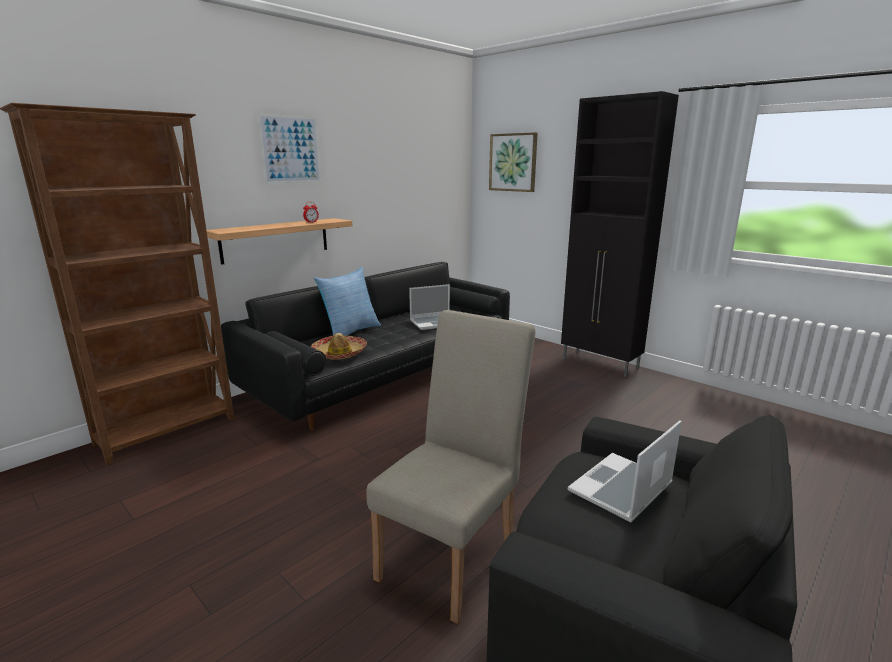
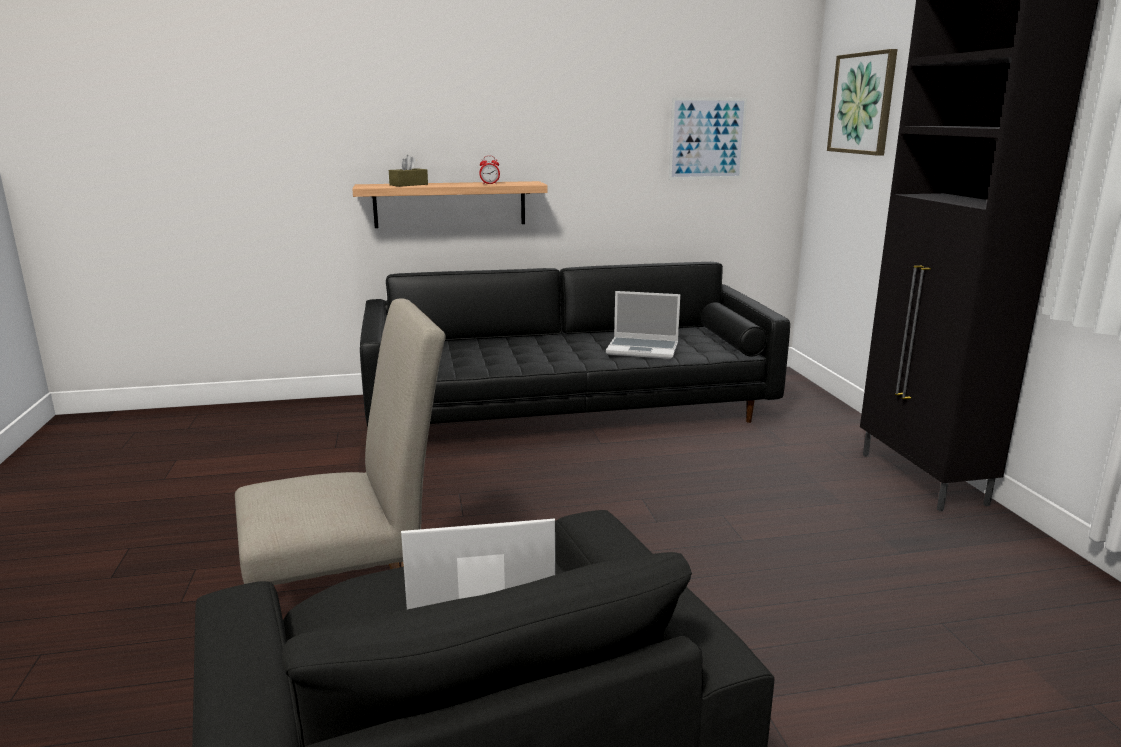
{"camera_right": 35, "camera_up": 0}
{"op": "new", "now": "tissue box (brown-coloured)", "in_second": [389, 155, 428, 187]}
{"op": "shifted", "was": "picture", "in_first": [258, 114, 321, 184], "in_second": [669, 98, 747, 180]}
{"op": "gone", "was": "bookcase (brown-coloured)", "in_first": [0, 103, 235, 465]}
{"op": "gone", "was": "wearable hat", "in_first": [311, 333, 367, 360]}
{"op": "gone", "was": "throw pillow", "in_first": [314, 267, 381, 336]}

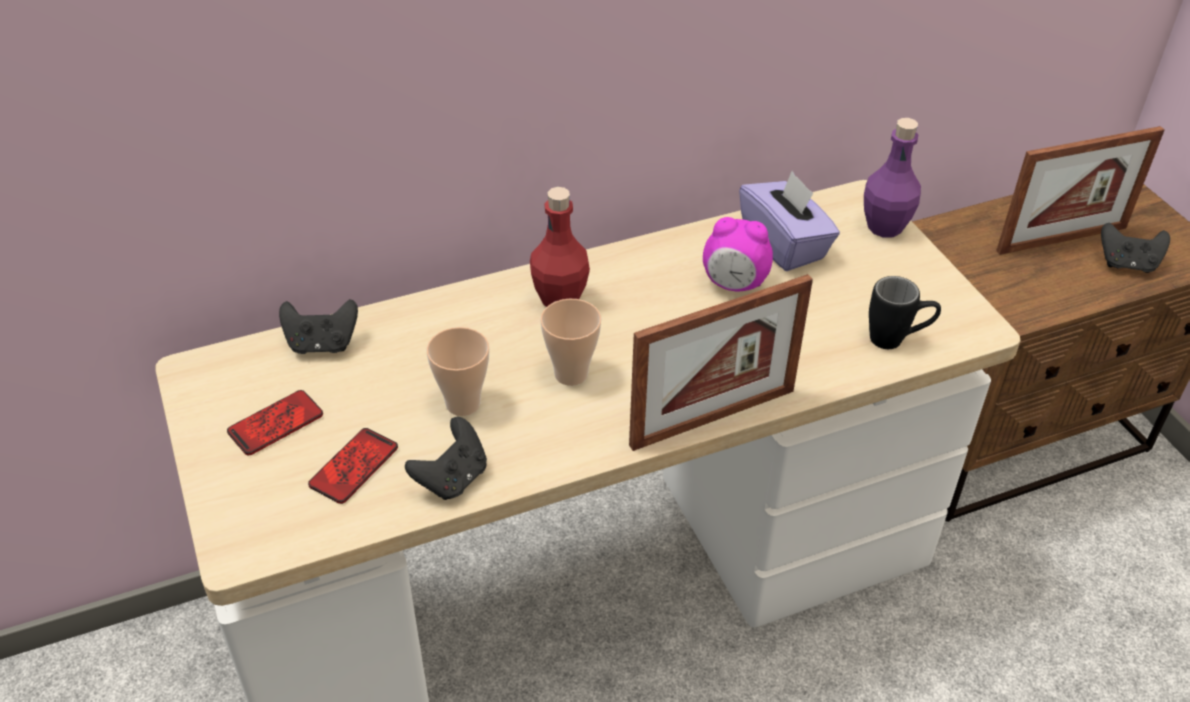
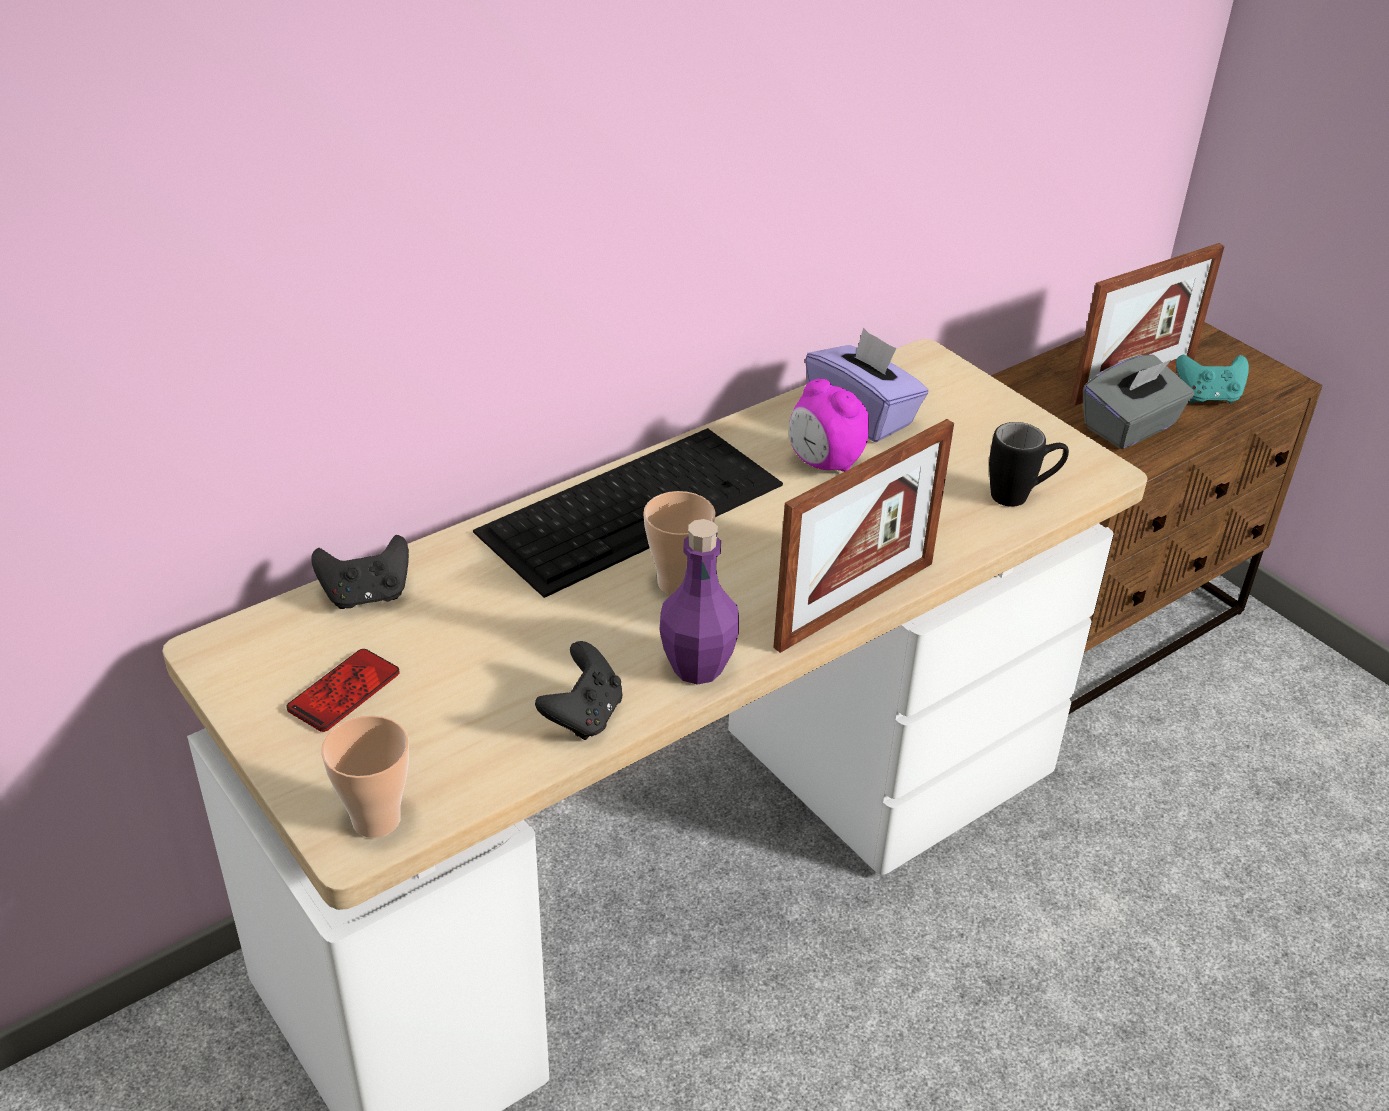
{"camera_right": -15, "camera_up": -5}
{"op": "shifted", "was": "small cup", "in_first": [426, 327, 489, 416], "in_second": [321, 715, 409, 838]}
{"op": "swapped", "was": "bottle (reddish)", "now": "computer keyboard", "in_first": [530, 187, 590, 307], "in_second": [473, 428, 783, 598]}
{"op": "shifted", "was": "bottle (purplish)", "in_first": [864, 118, 921, 238], "in_second": [660, 519, 739, 685]}
{"op": "rotated", "was": "table clock", "in_first": [703, 217, 773, 291], "in_second": [789, 379, 869, 472], "clockwise": 45}
{"op": "new", "now": "tissue box (greyish)", "in_second": [1083, 355, 1194, 449]}
{"op": "repainted", "was": "game controller (blackish)", "now": "game controller (turquoise-coloured)", "in_first": [1101, 223, 1170, 273], "in_second": [1176, 354, 1249, 403]}
{"op": "gone", "was": "handset", "in_first": [308, 428, 398, 504]}

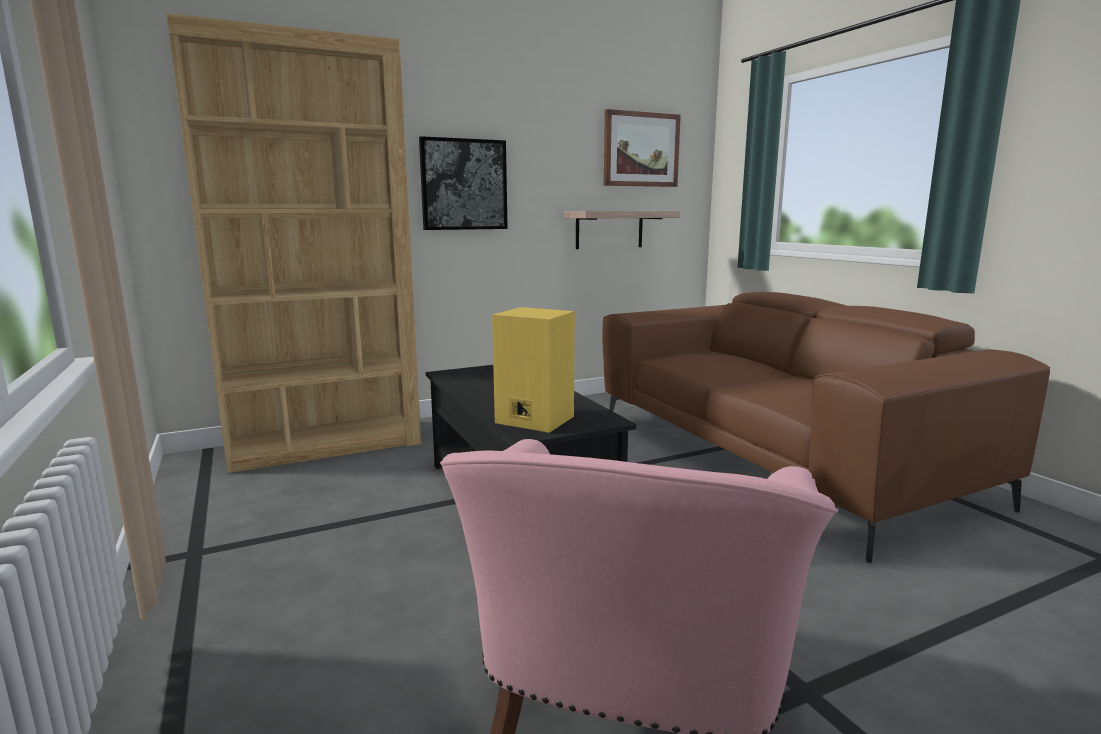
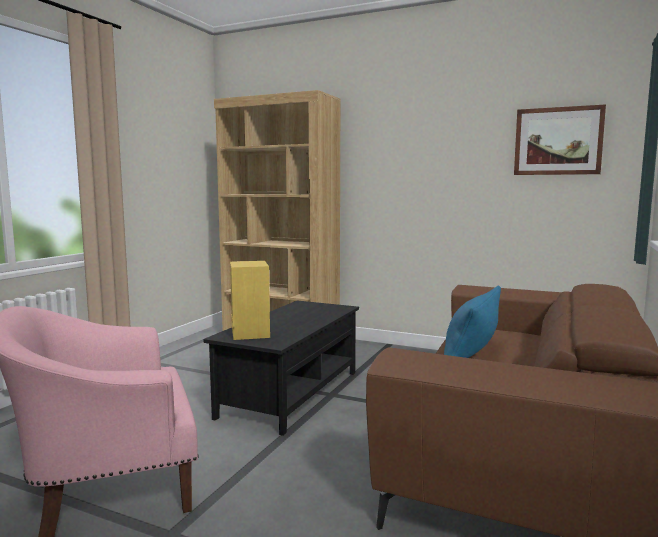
{"camera_right": 50, "camera_up": -5}
{"op": "new", "now": "throw pillow (blue)", "in_second": [444, 286, 501, 358]}
{"op": "gone", "was": "picture", "in_first": [419, 136, 508, 230]}
{"op": "gone", "was": "bracket shelf", "in_first": [563, 211, 680, 249]}

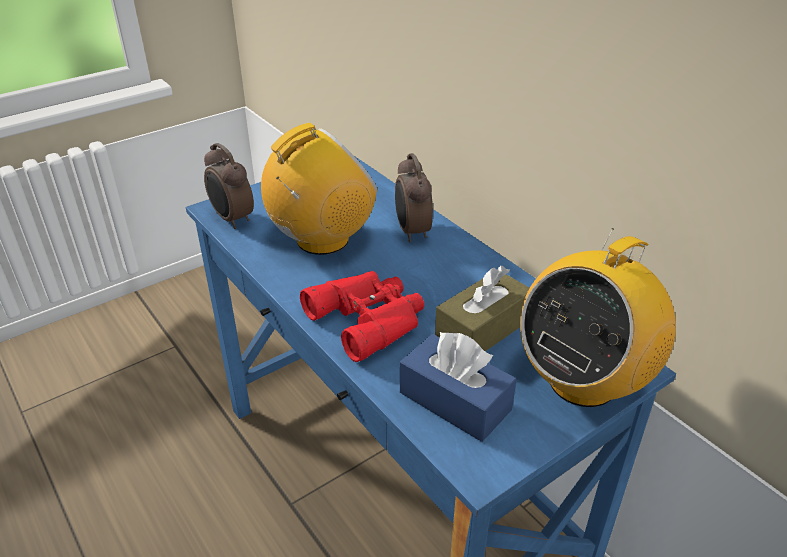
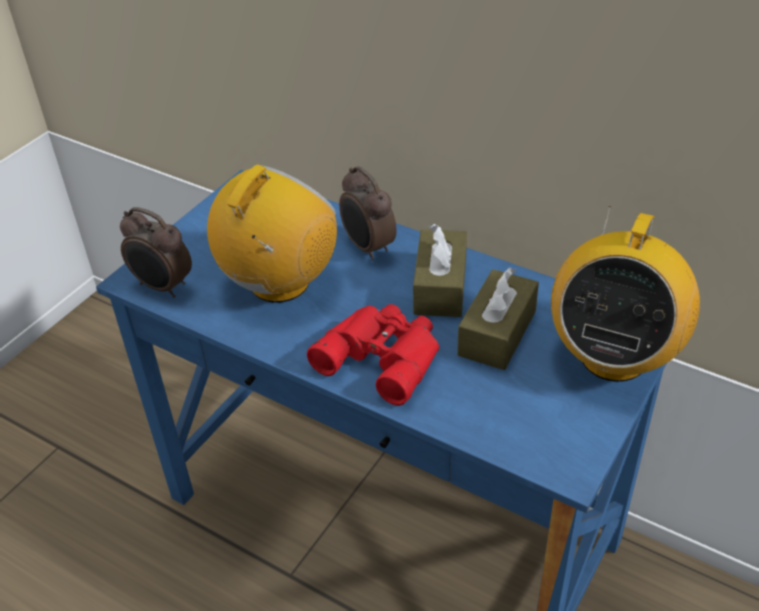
{"camera_right": -20, "camera_up": 5}
{"op": "new", "now": "tissue box (brown-coloured)", "in_second": [413, 224, 467, 317]}
{"op": "gone", "was": "tissue box (blue)", "in_first": [400, 332, 517, 442]}

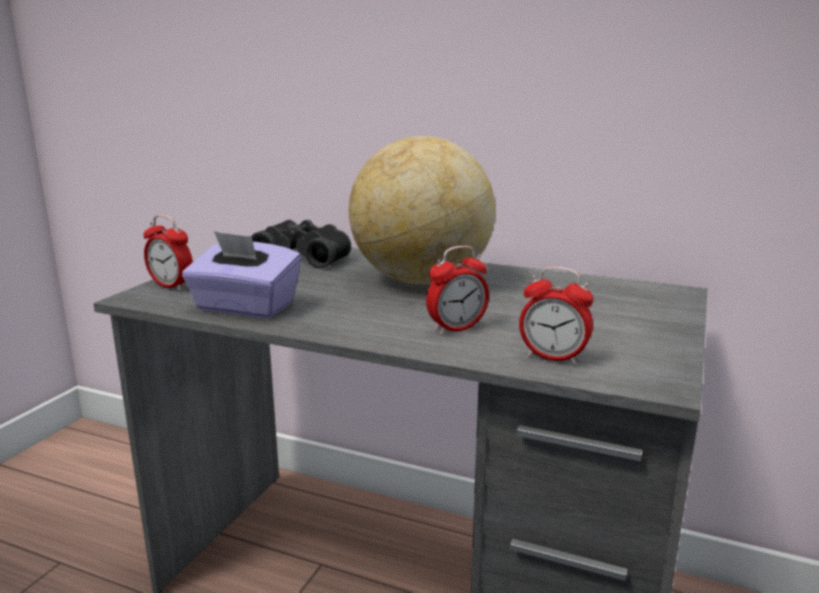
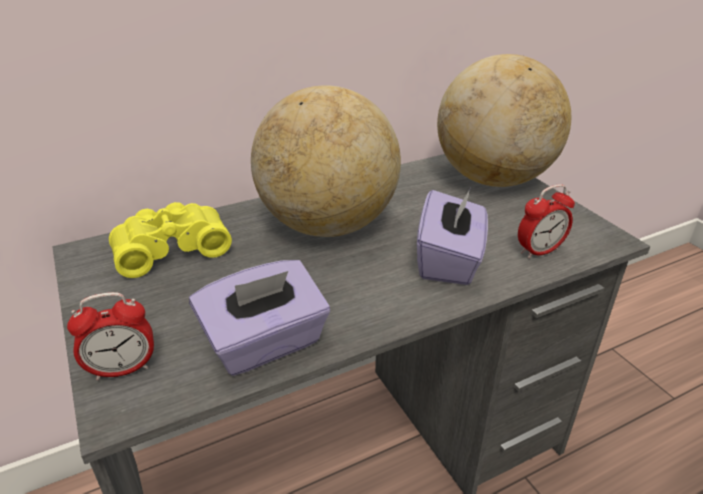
{"camera_right": -50, "camera_up": 15}
{"op": "repainted", "was": "pair of binoculars (blackish)", "now": "pair of binoculars (yellow-coloured)", "in_first": [252, 220, 351, 268], "in_second": [109, 202, 232, 278]}
{"op": "swapped", "was": "table clock", "now": "tissue box (purplish)", "in_first": [426, 246, 489, 335], "in_second": [417, 189, 488, 285]}
{"op": "new", "now": "world globe", "in_second": [437, 54, 571, 187]}

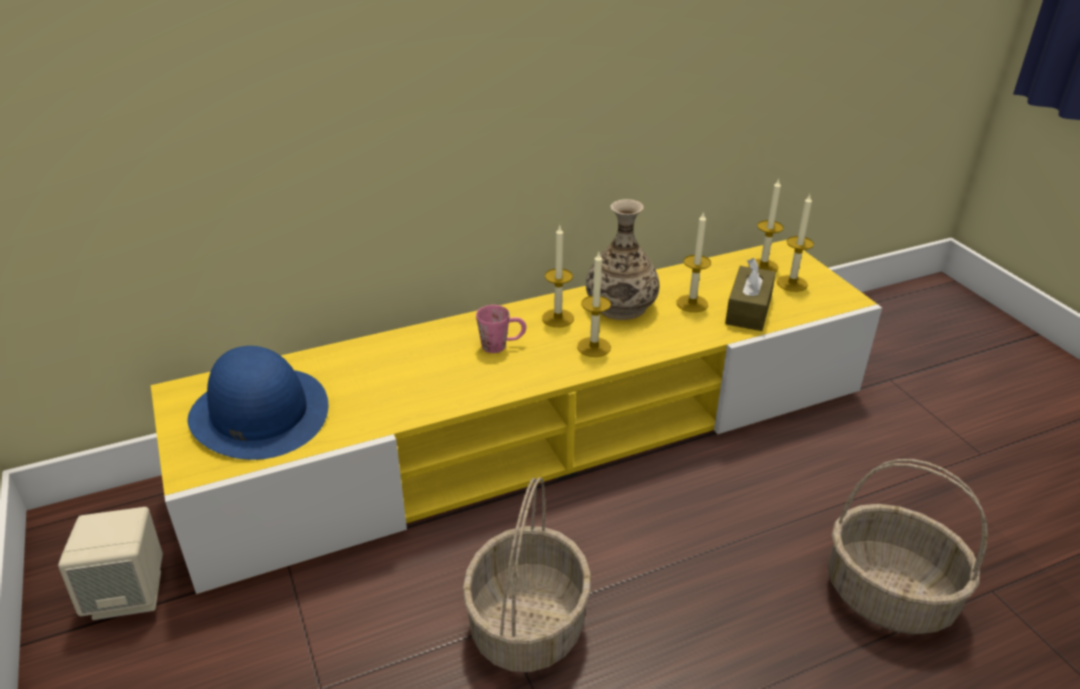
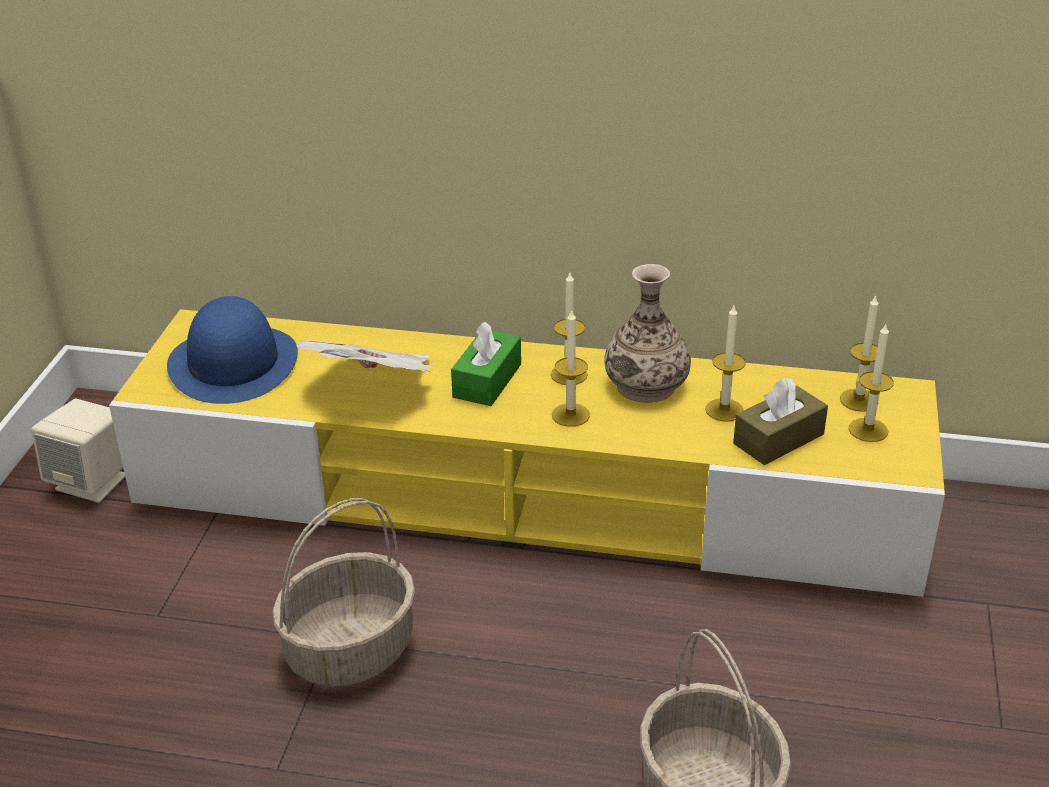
{"camera_right": 35, "camera_up": 0}
{"op": "new", "now": "daily paper", "in_second": [296, 340, 433, 372]}
{"op": "swapped", "was": "mug (pinkish)", "now": "tissue box (green-coloured)", "in_first": [476, 305, 526, 353], "in_second": [451, 322, 521, 406]}

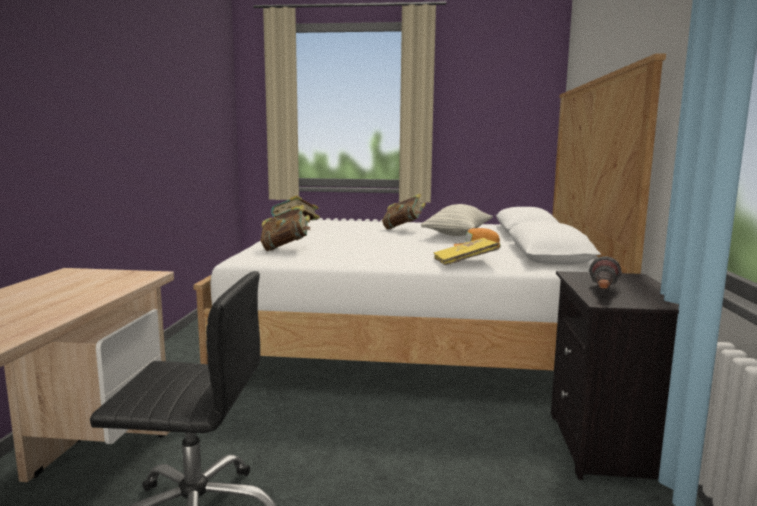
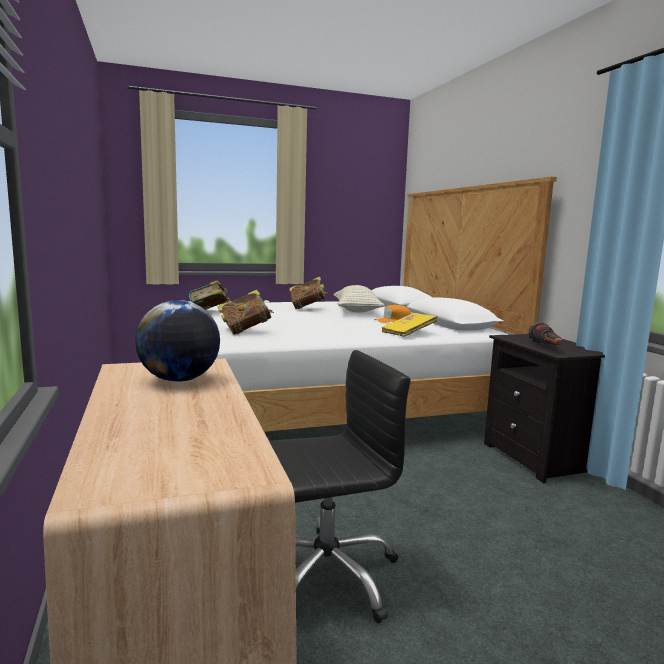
{"camera_right": -25, "camera_up": 0}
{"op": "new", "now": "world globe", "in_second": [135, 300, 220, 382]}

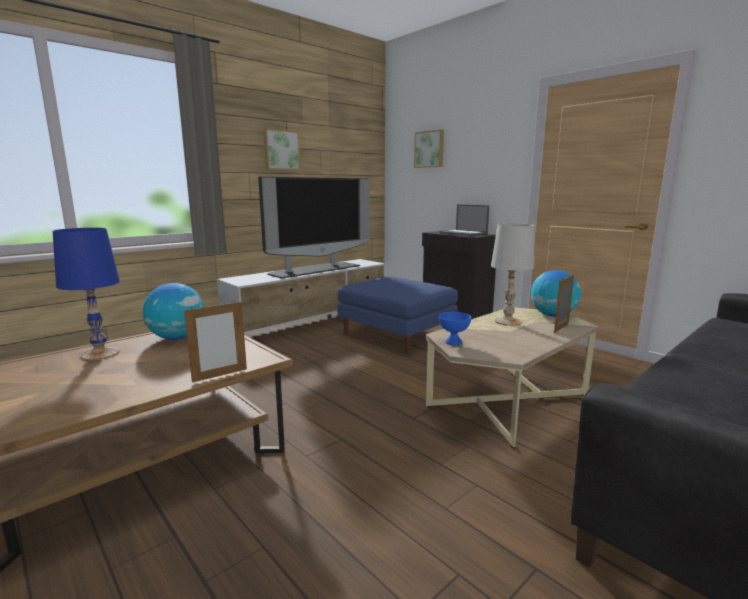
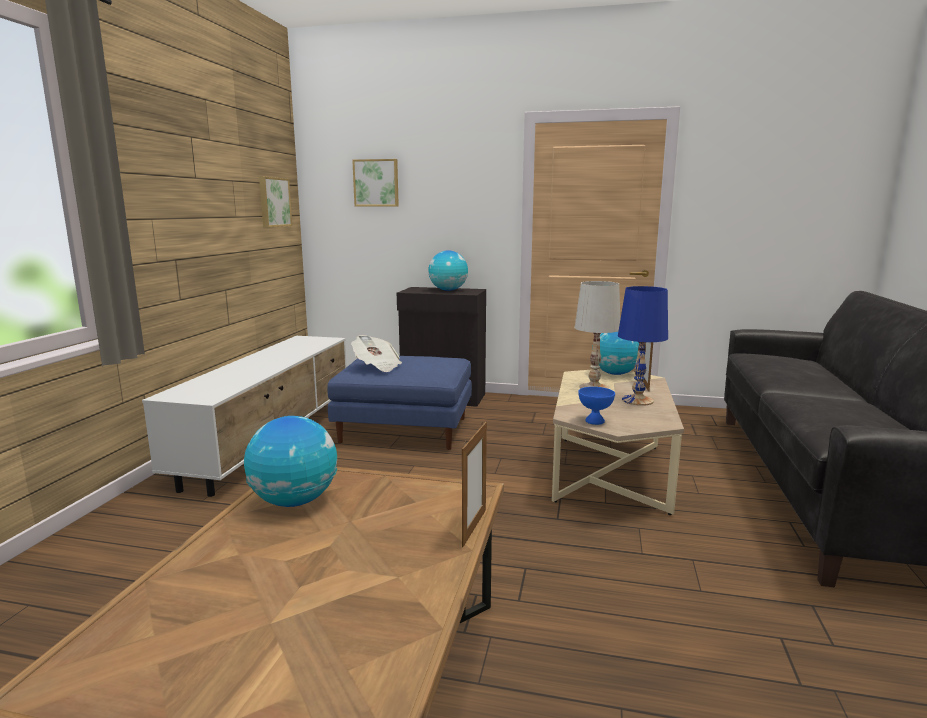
{"camera_right": -35, "camera_up": 0}
{"op": "shifted", "was": "picture", "in_first": [263, 128, 301, 170], "in_second": [259, 177, 292, 227]}
{"op": "new", "now": "daily paper", "in_second": [351, 335, 402, 372]}
{"op": "swapped", "was": "notebook computer", "now": "world globe", "in_first": [439, 204, 489, 236], "in_second": [428, 250, 468, 291]}
{"op": "shifted", "was": "tabletop lamp (blue)", "in_first": [53, 228, 120, 361], "in_second": [618, 286, 668, 406]}
{"op": "gone", "was": "TV set", "in_first": [258, 177, 370, 279]}

